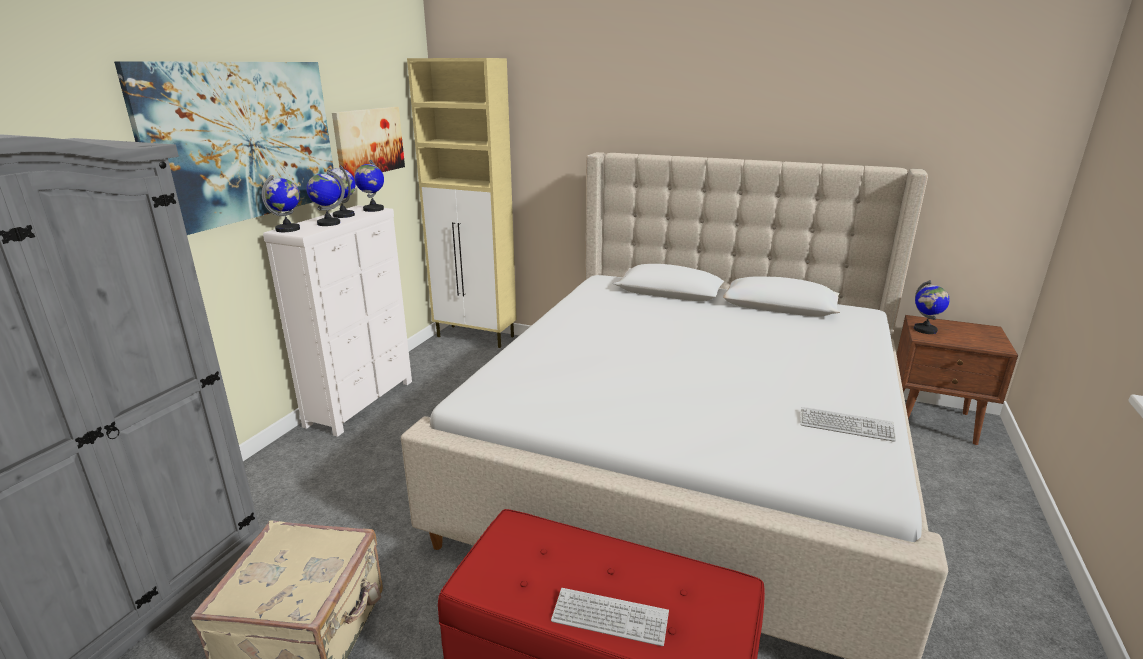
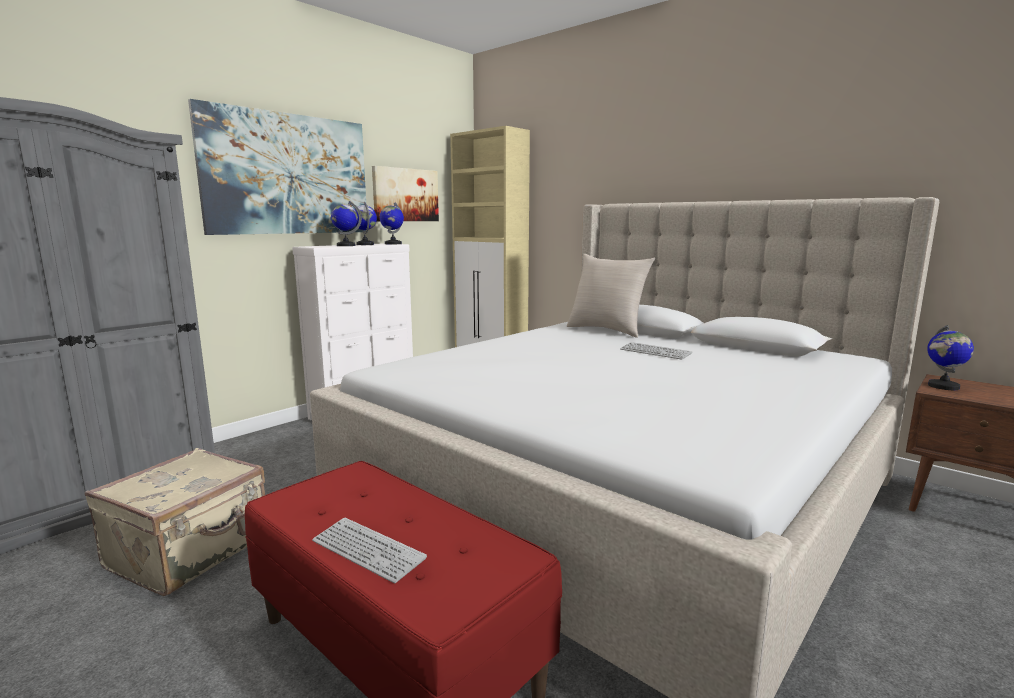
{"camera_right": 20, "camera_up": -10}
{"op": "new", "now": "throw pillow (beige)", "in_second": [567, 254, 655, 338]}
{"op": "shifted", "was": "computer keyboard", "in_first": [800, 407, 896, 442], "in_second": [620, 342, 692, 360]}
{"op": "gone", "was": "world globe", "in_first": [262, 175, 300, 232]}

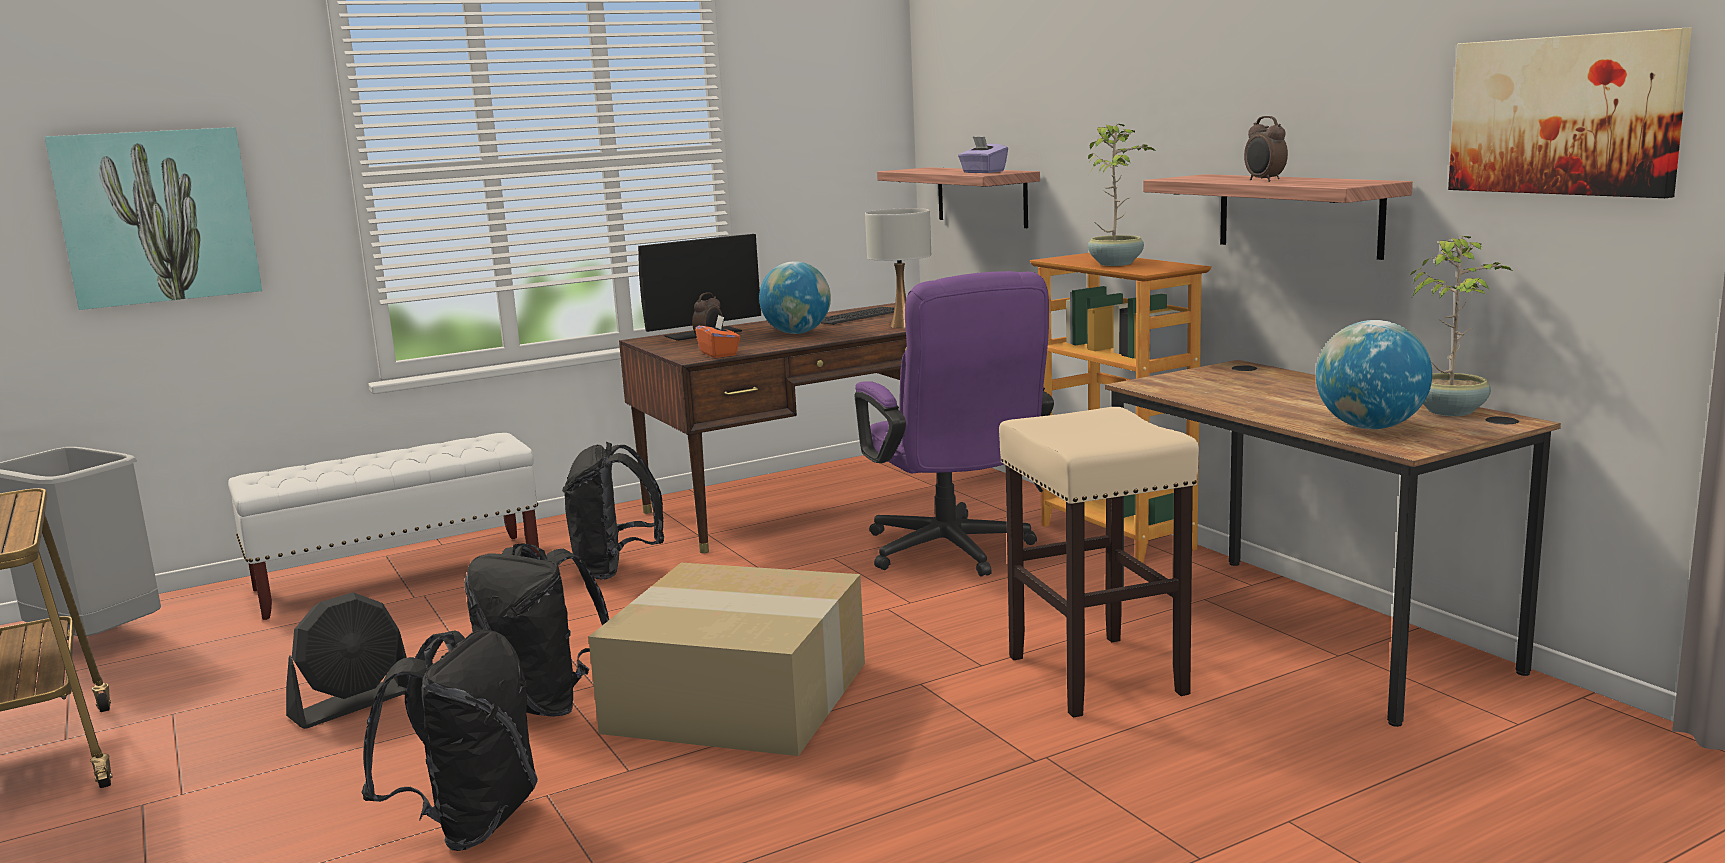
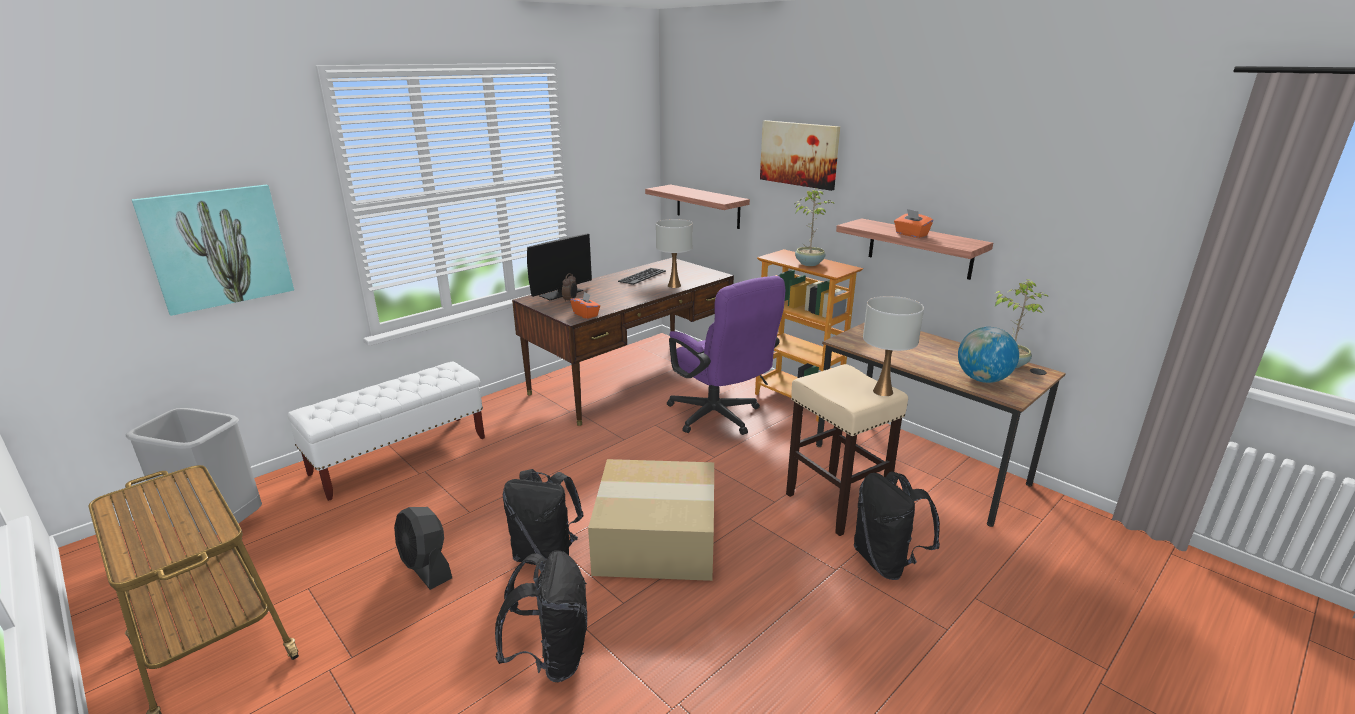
{"camera_right": -15, "camera_up": 10}
{"op": "rotated", "was": "fan (blackish)", "in_first": [286, 592, 409, 729], "in_second": [394, 507, 452, 590], "clockwise": 105}
{"op": "shifted", "was": "picture", "in_first": [1448, 28, 1692, 198], "in_second": [760, 120, 840, 191]}
{"op": "shifted", "was": "backpack (blackish)", "in_first": [562, 442, 664, 580], "in_second": [854, 471, 940, 580]}
{"op": "new", "now": "tabletop lamp (white-coloured)", "in_second": [863, 296, 924, 396]}
{"op": "swapped", "was": "table clock", "now": "tissue box (orange-coloured)", "in_first": [1244, 116, 1288, 182], "in_second": [894, 209, 933, 238]}
{"op": "gone", "was": "world globe", "in_first": [759, 261, 831, 334]}
{"op": "gone", "was": "tissue box (purplish)", "in_first": [958, 137, 1008, 173]}

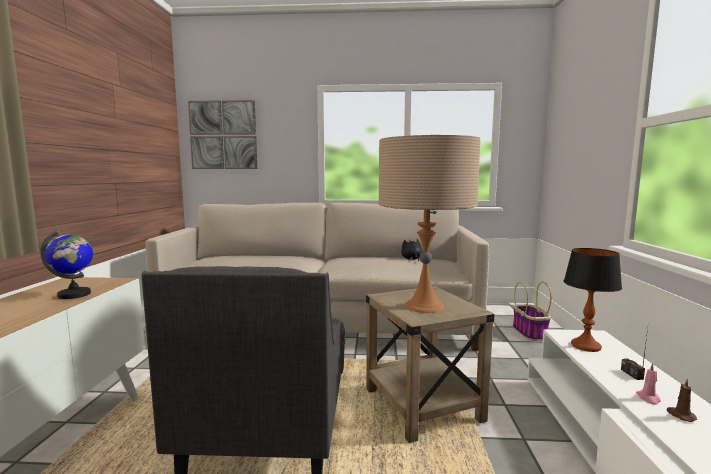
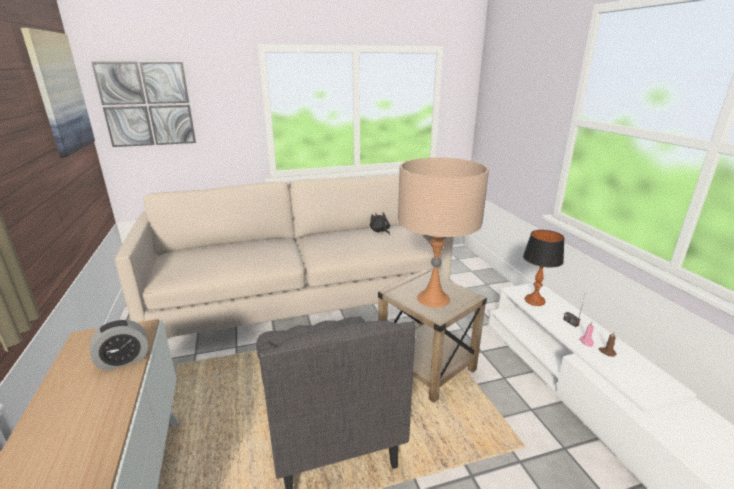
{"camera_right": -20, "camera_up": 15}
{"op": "new", "now": "picture", "in_second": [21, 28, 95, 157]}
{"op": "swapped", "was": "world globe", "now": "table clock", "in_first": [40, 230, 93, 299], "in_second": [90, 320, 148, 371]}
{"op": "gone", "was": "household basket", "in_first": [513, 282, 551, 341]}

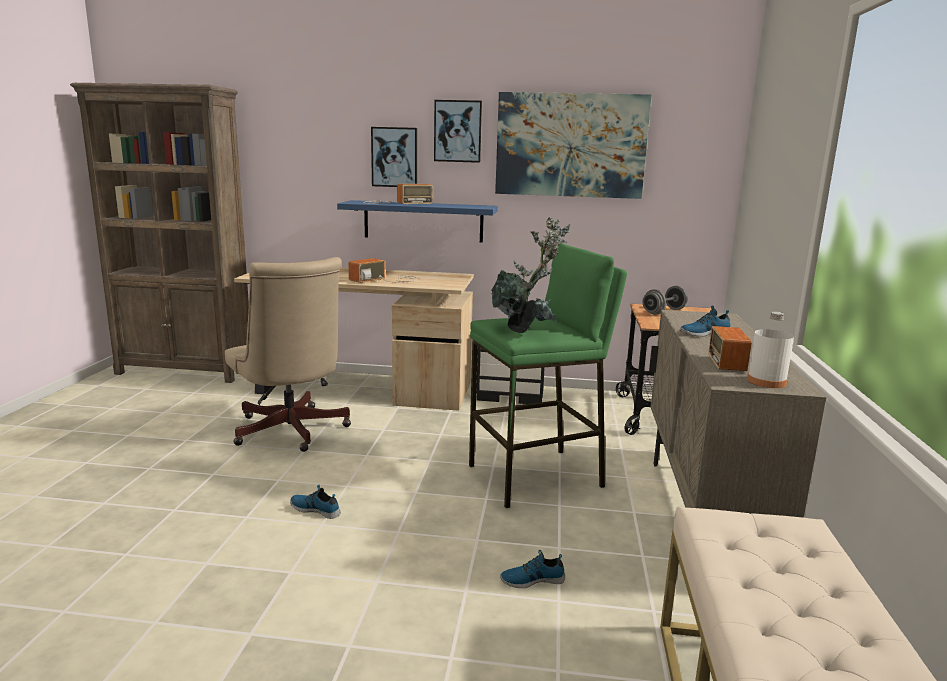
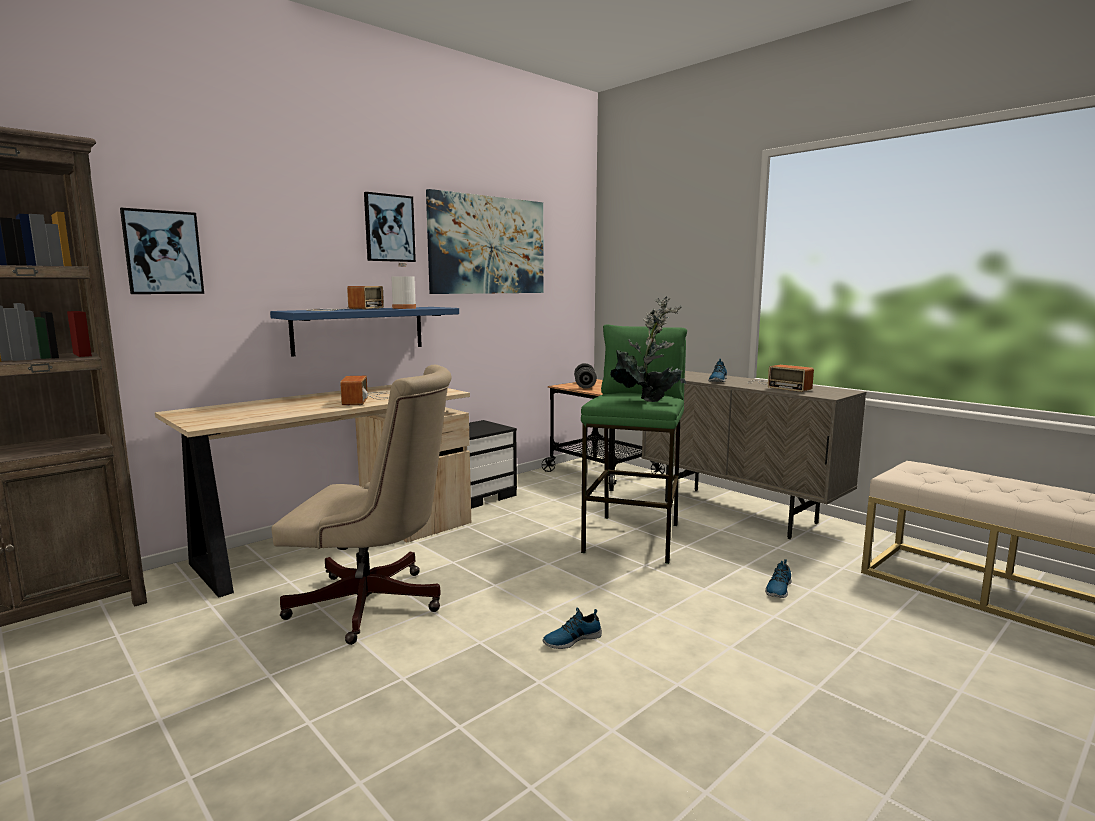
{"camera_right": -50, "camera_up": -5}
{"op": "shifted", "was": "picture", "in_first": [371, 127, 417, 187], "in_second": [120, 208, 204, 294]}
{"op": "shifted", "was": "bottle (white-coloured)", "in_first": [747, 312, 794, 388], "in_second": [391, 263, 416, 309]}

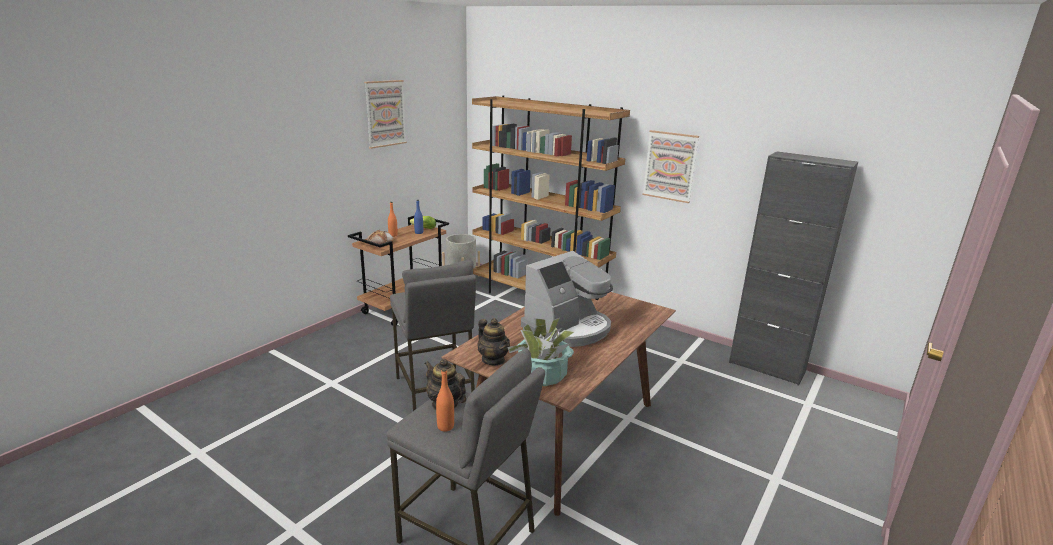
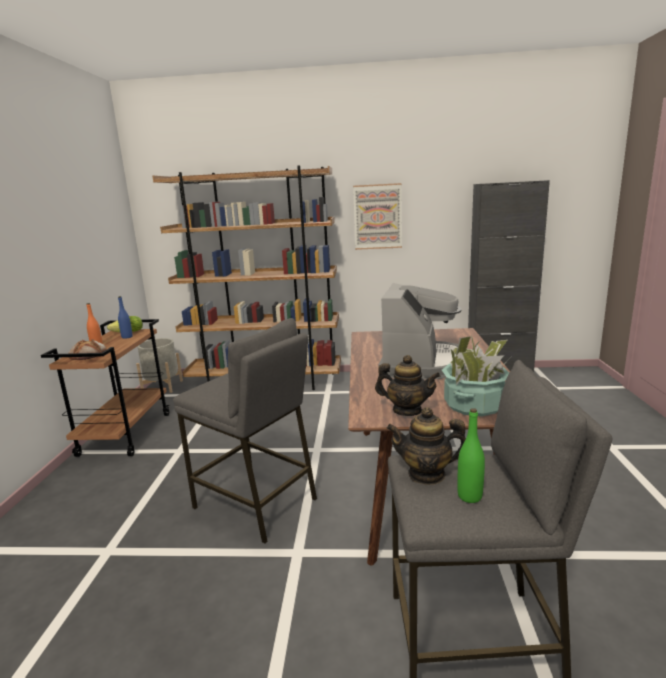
{"camera_right": -30, "camera_up": -5}
{"op": "repainted", "was": "bottle (orange-coloured)", "now": "bottle (green-coloured)", "in_first": [436, 368, 454, 432], "in_second": [457, 408, 485, 503]}
{"op": "gone", "was": "picture", "in_first": [364, 80, 407, 149]}

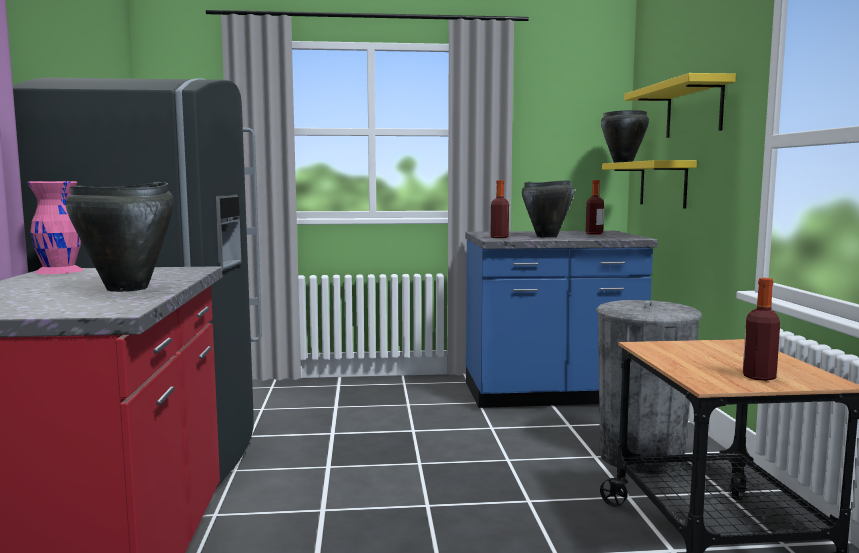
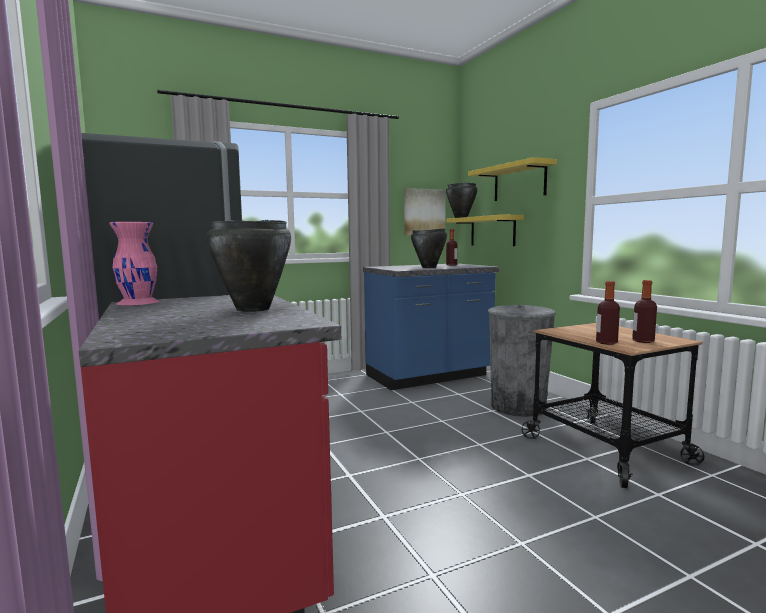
{"camera_right": -20, "camera_up": 0}
{"op": "new", "now": "picture", "in_second": [404, 188, 445, 235]}
{"op": "shifted", "was": "bottle", "in_first": [491, 180, 509, 238], "in_second": [596, 281, 620, 345]}

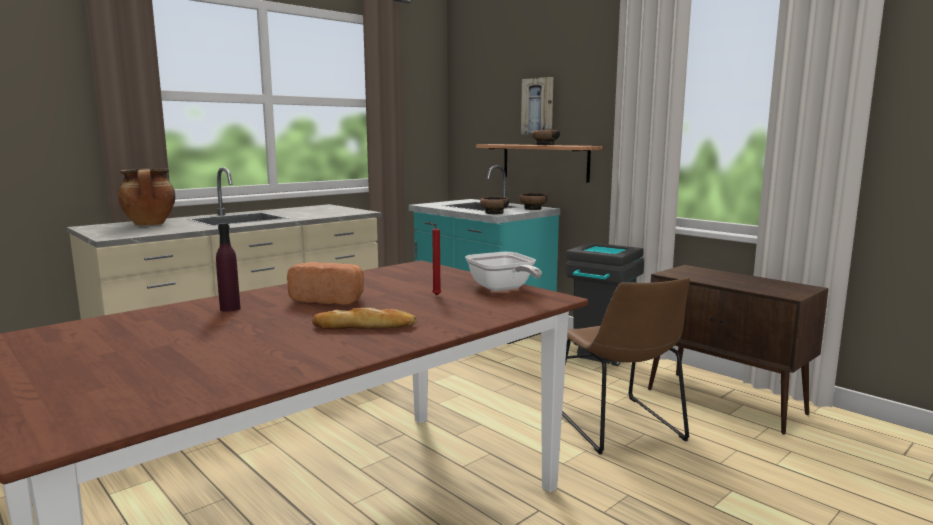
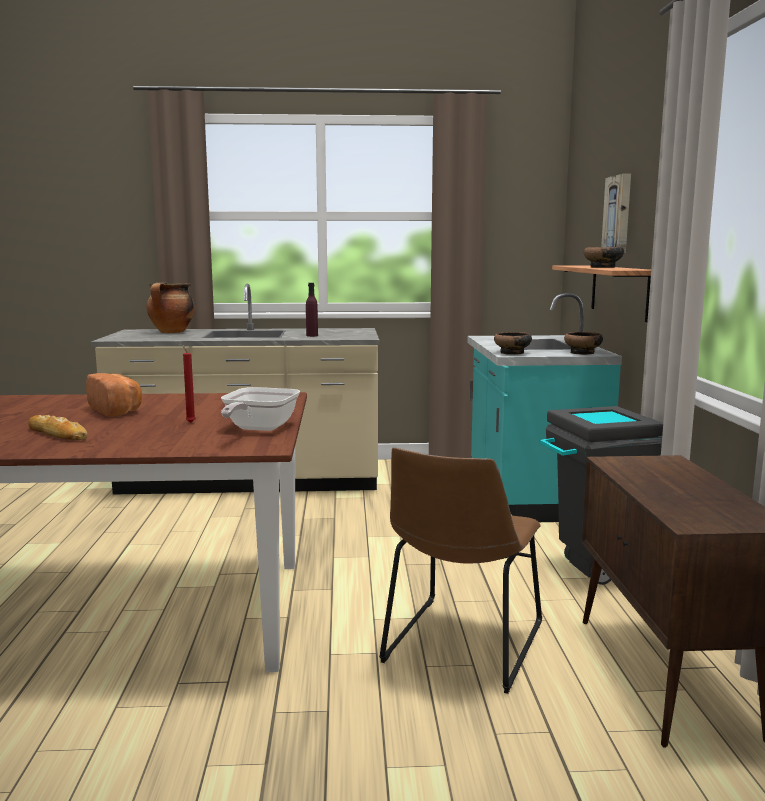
{"camera_right": 40, "camera_up": 0}
{"op": "shifted", "was": "bottle (purplish)", "in_first": [216, 223, 241, 312], "in_second": [306, 283, 318, 337]}

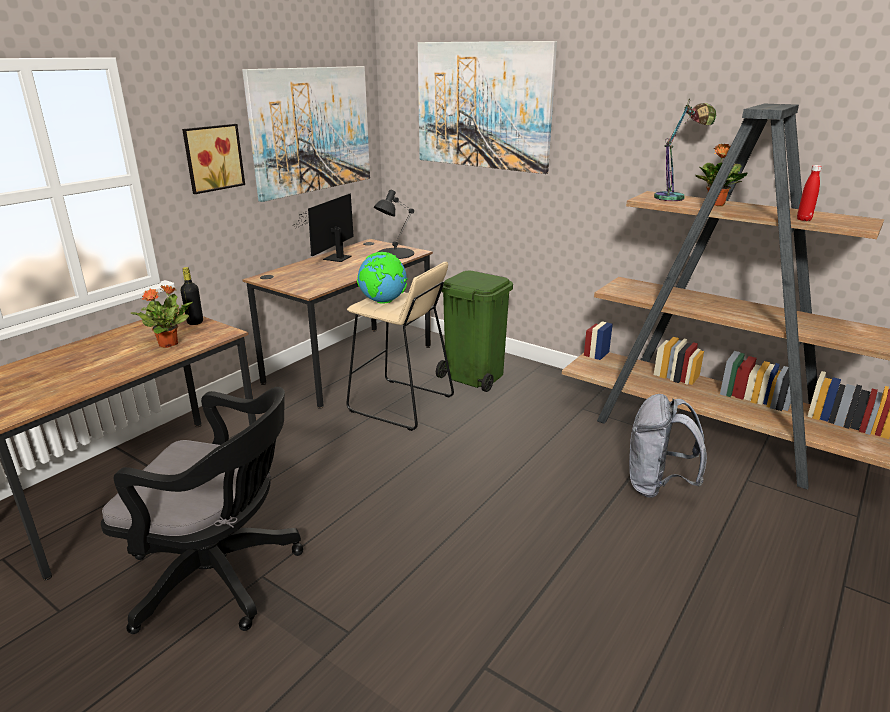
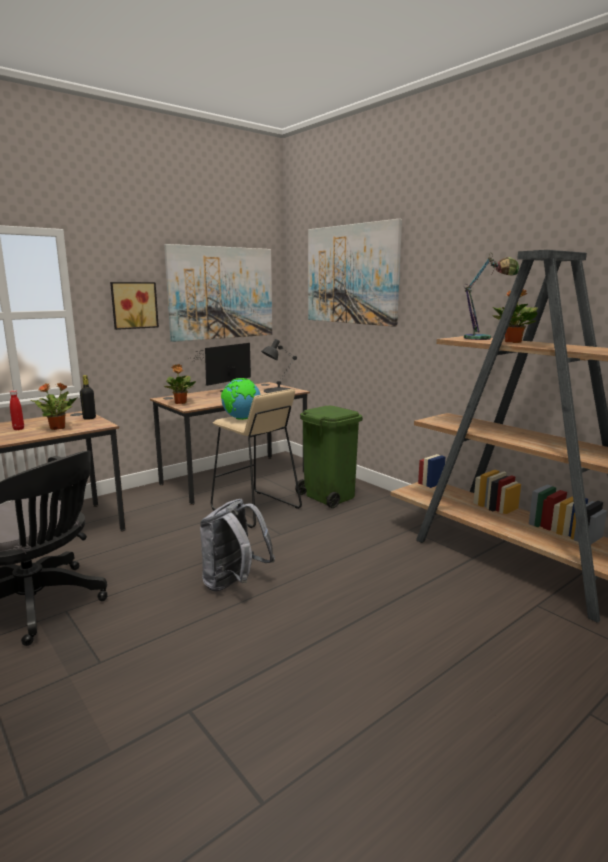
{"camera_right": 15, "camera_up": -10}
{"op": "shifted", "was": "bottle (reddish)", "in_first": [797, 165, 822, 221], "in_second": [10, 390, 24, 430]}
{"op": "new", "now": "plant in a pot", "in_second": [164, 364, 196, 404]}
{"op": "shifted", "was": "backpack (greyish)", "in_first": [629, 394, 707, 498], "in_second": [200, 499, 275, 591]}

